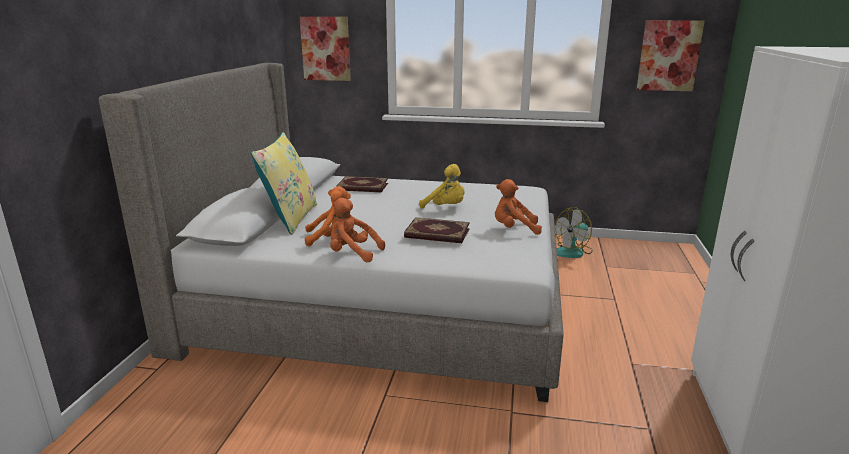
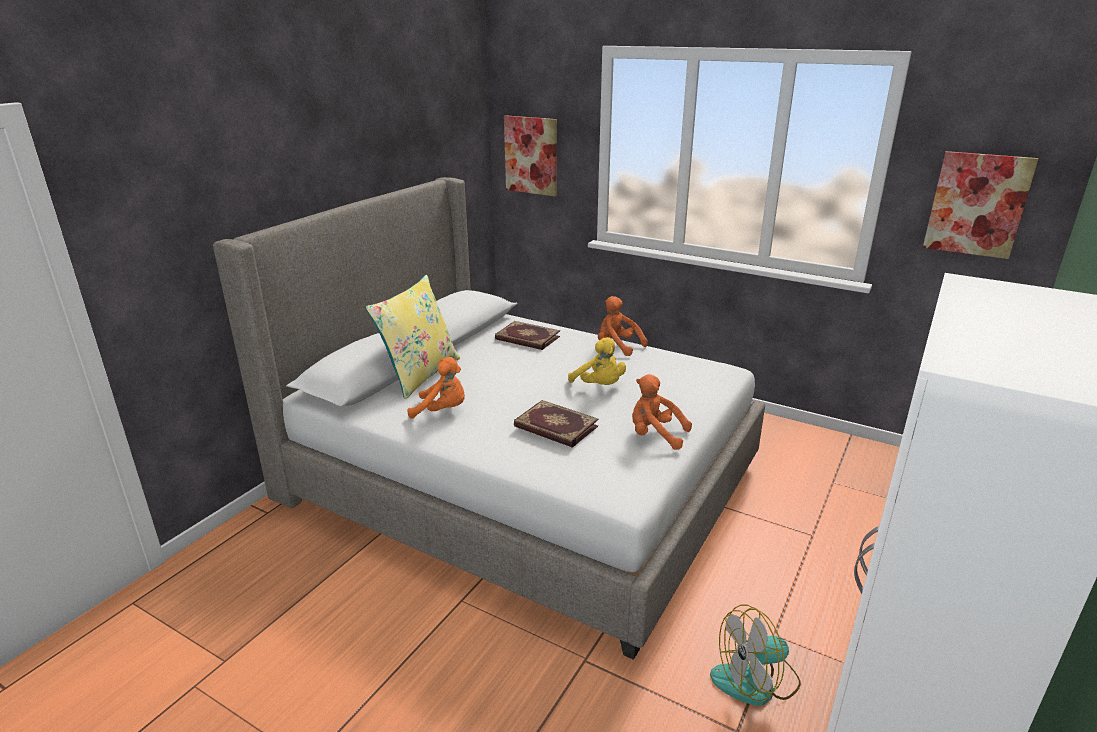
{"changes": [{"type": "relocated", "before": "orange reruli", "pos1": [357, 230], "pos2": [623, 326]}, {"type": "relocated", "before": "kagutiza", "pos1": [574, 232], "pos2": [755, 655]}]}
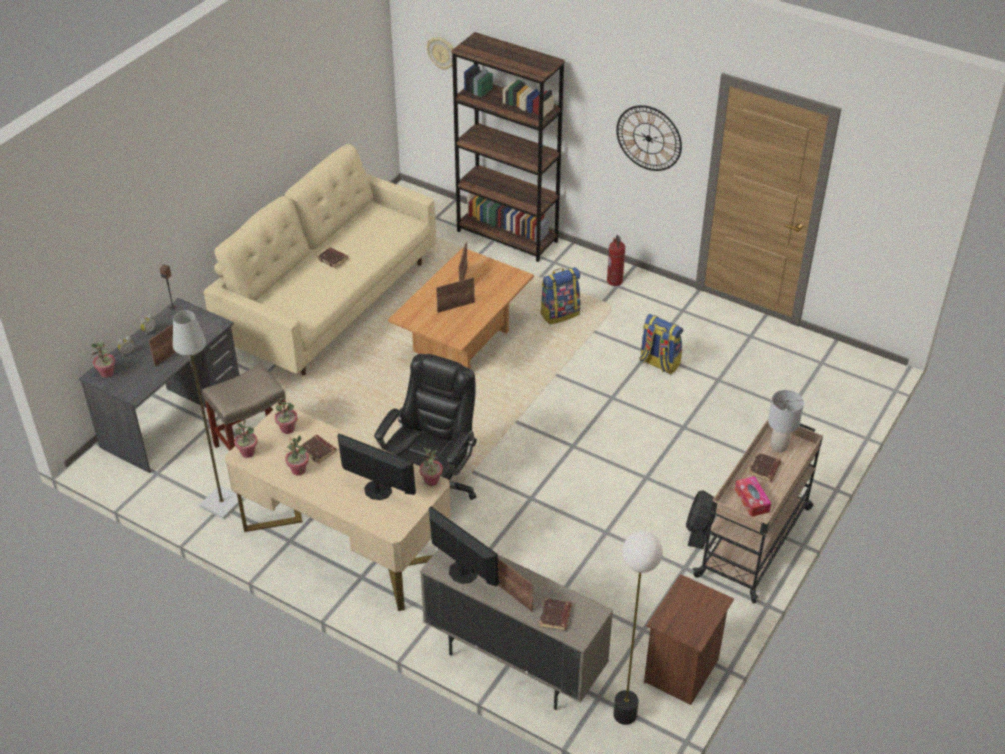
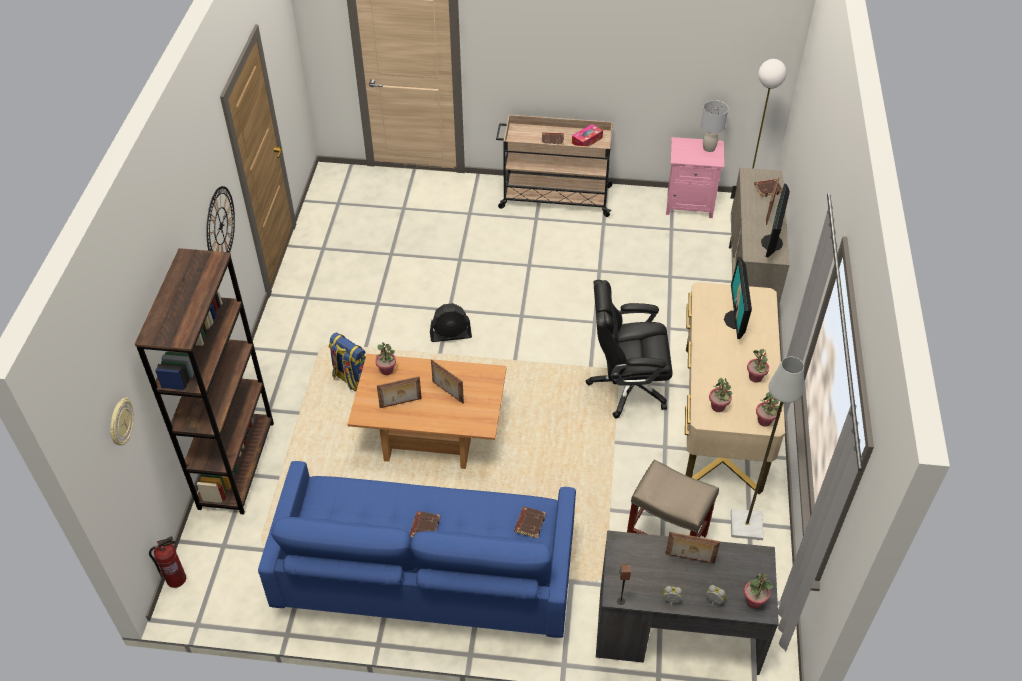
{"changes": [{"type": "colour", "before": "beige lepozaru", "after": "blue lepozaru", "pos1": [320, 259], "pos2": [417, 549]}, {"type": "relocated", "before": "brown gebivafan", "pos1": [318, 449], "pos2": [530, 522]}, {"type": "relocated", "before": "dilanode", "pos1": [431, 466], "pos2": [385, 358]}, {"type": "relocated", "before": "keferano", "pos1": [616, 260], "pos2": [167, 562]}, {"type": "missing", "before": "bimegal", "pos1": [661, 344]}, {"type": "colour", "before": "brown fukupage", "after": "pink fukupage", "pos1": [689, 639], "pos2": [695, 177]}, {"type": "relocated", "before": "black kagutiza", "pos1": [701, 519], "pos2": [451, 322]}, {"type": "relocated", "before": "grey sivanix", "pos1": [786, 421], "pos2": [714, 126]}]}
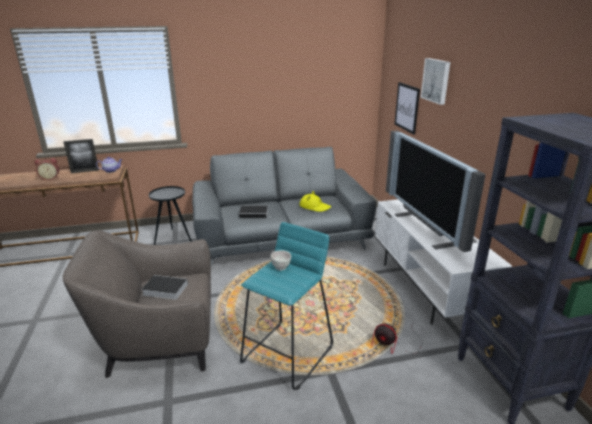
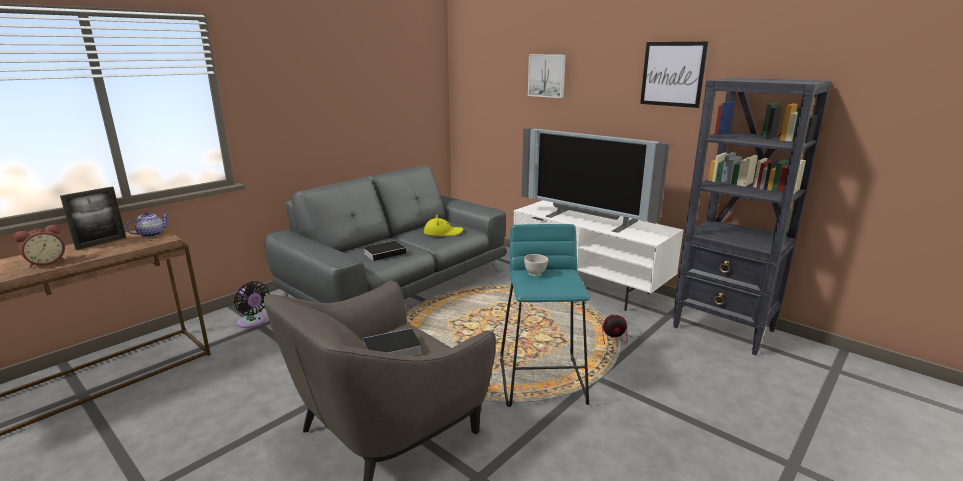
{"changes": [{"type": "exchanged", "before": "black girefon", "after": "black kagutiza", "pos1": [170, 215], "pos2": [252, 304]}, {"type": "relocated", "before": "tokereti", "pos1": [407, 108], "pos2": [674, 75]}]}
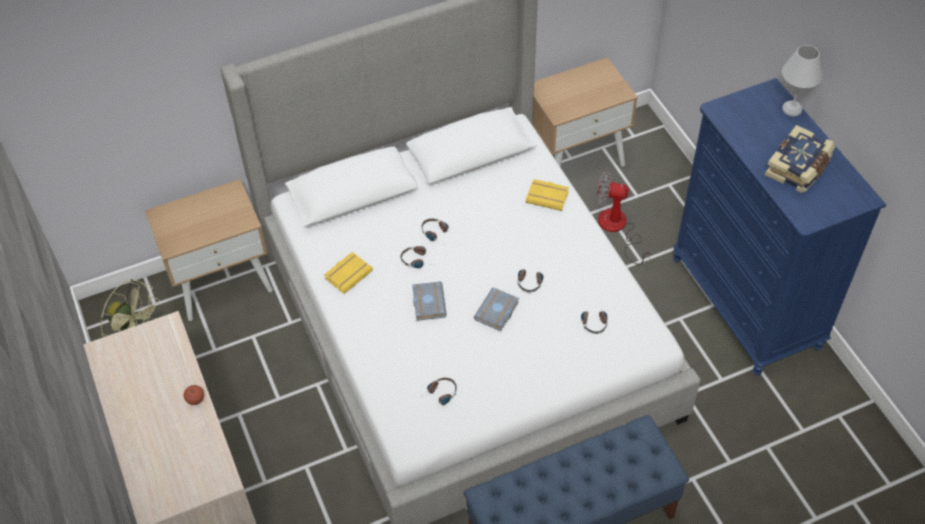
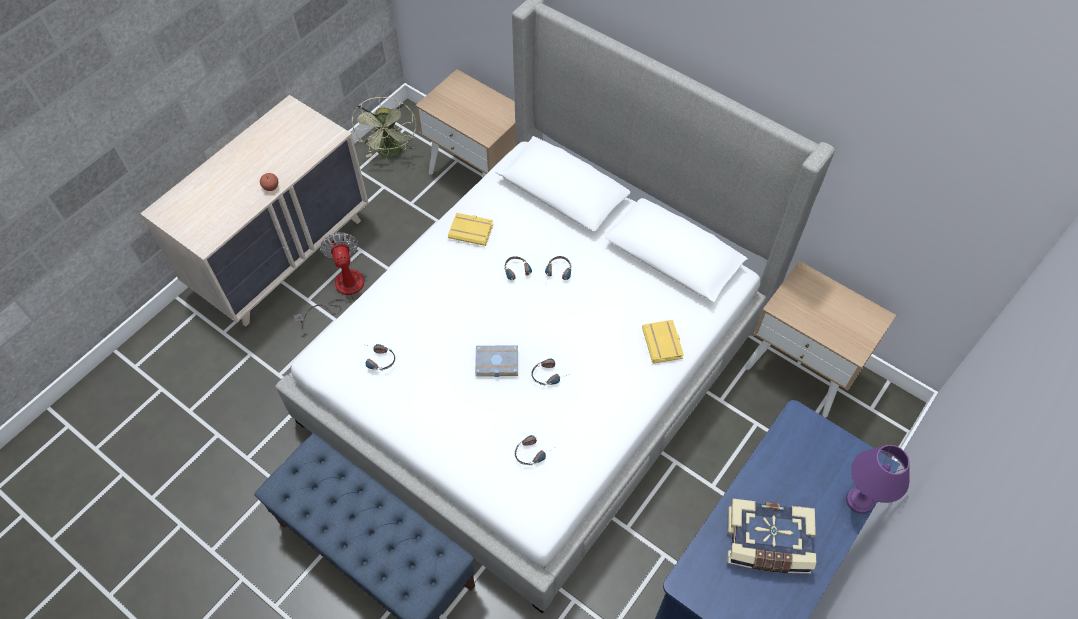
{"changes": [{"type": "missing", "before": "grey gebivafan", "pos1": [429, 301]}, {"type": "relocated", "before": "kagutiza", "pos1": [624, 218], "pos2": [328, 277]}, {"type": "colour", "before": "white sivanix", "after": "purple sivanix", "pos1": [802, 80], "pos2": [878, 479]}]}
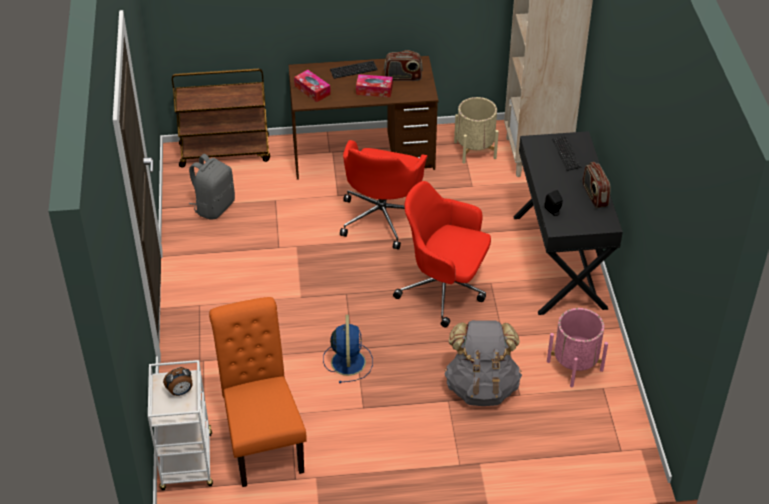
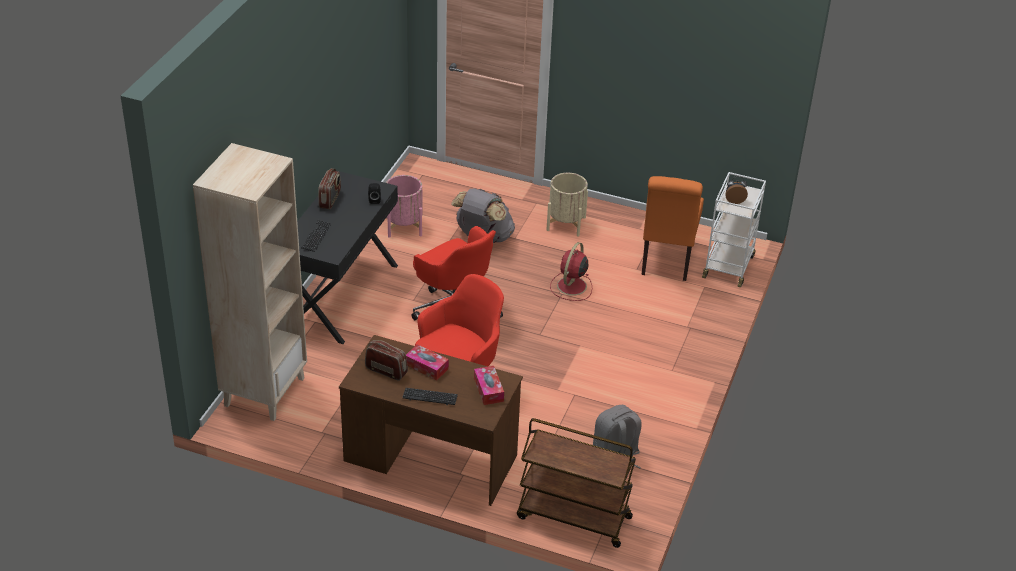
{"changes": [{"type": "colour", "before": "blue kagutiza", "after": "red kagutiza", "pos1": [348, 349], "pos2": [571, 271]}, {"type": "relocated", "before": "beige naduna", "pos1": [476, 130], "pos2": [567, 204]}]}
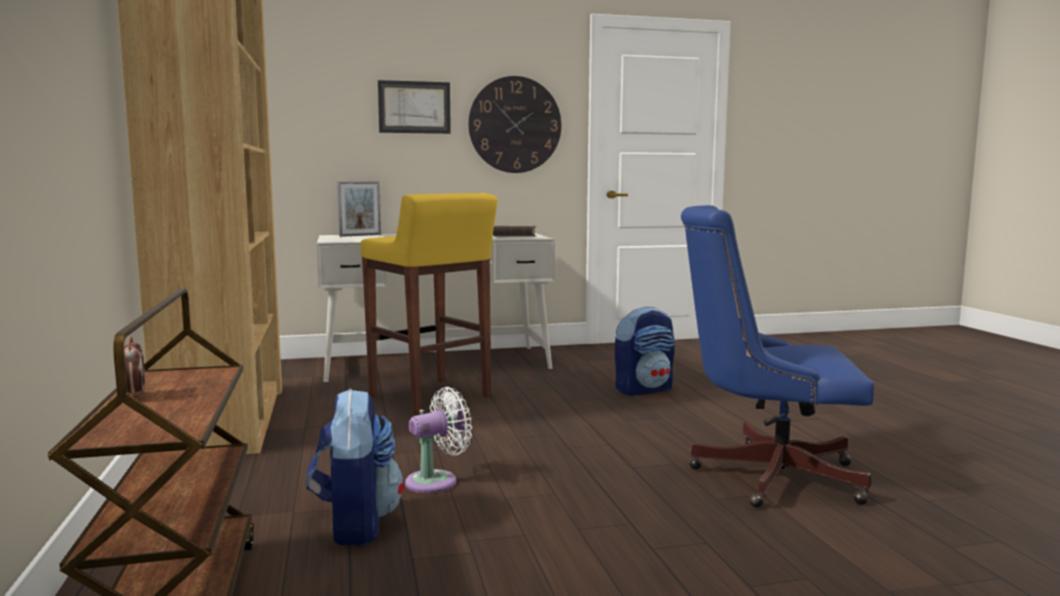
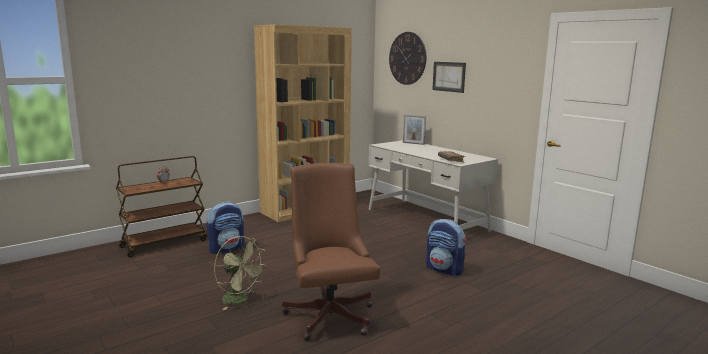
{"changes": [{"type": "missing", "before": "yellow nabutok", "pos1": [429, 304]}, {"type": "missing", "before": "white kagutiza", "pos1": [438, 440]}, {"type": "relocated", "before": "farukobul", "pos1": [514, 124], "pos2": [407, 58]}, {"type": "colour", "before": "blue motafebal", "after": "brown motafebal", "pos1": [777, 356], "pos2": [331, 252]}, {"type": "appeared", "after": "green kagutiza", "pos2": [240, 273]}]}
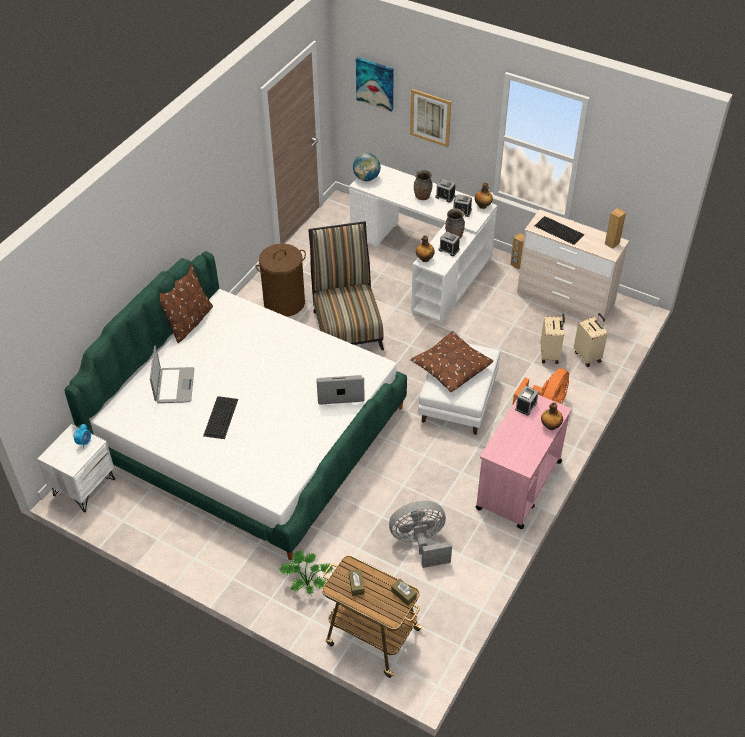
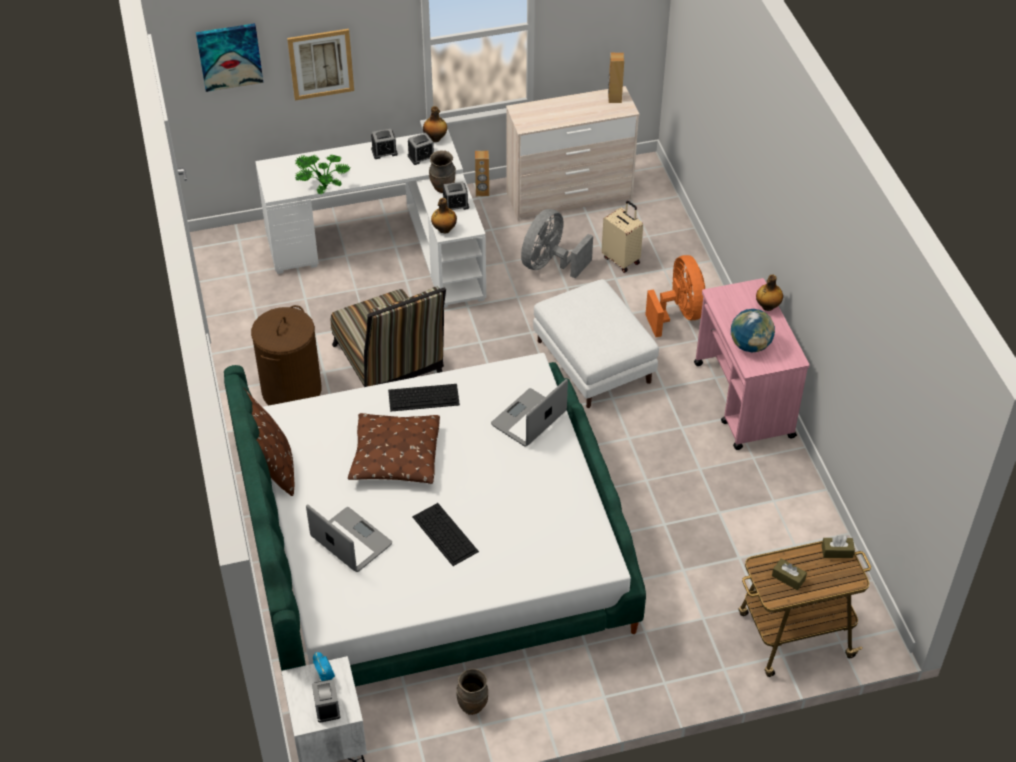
{"changes": [{"type": "relocated", "before": "dilanode", "pos1": [306, 572], "pos2": [323, 174]}, {"type": "spun", "before": "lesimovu", "pos1": [346, 285], "pos2": [388, 337], "turn": -150}, {"type": "relocated", "before": "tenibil", "pos1": [367, 167], "pos2": [753, 330]}, {"type": "relocated", "before": "grey kagutiza", "pos1": [420, 534], "pos2": [557, 244]}, {"type": "relocated", "before": "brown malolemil", "pos1": [452, 361], "pos2": [394, 448]}, {"type": "relocated", "before": "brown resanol", "pos1": [423, 185], "pos2": [472, 692]}, {"type": "relocated", "before": "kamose", "pos1": [527, 401], "pos2": [326, 701]}, {"type": "relocated", "before": "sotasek", "pos1": [559, 230], "pos2": [424, 398]}, {"type": "missing", "before": "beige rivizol", "pos1": [591, 340]}]}
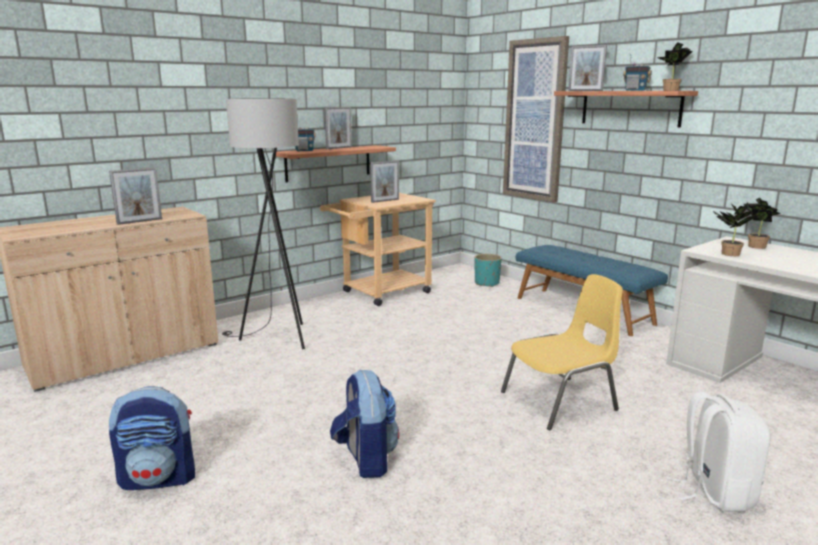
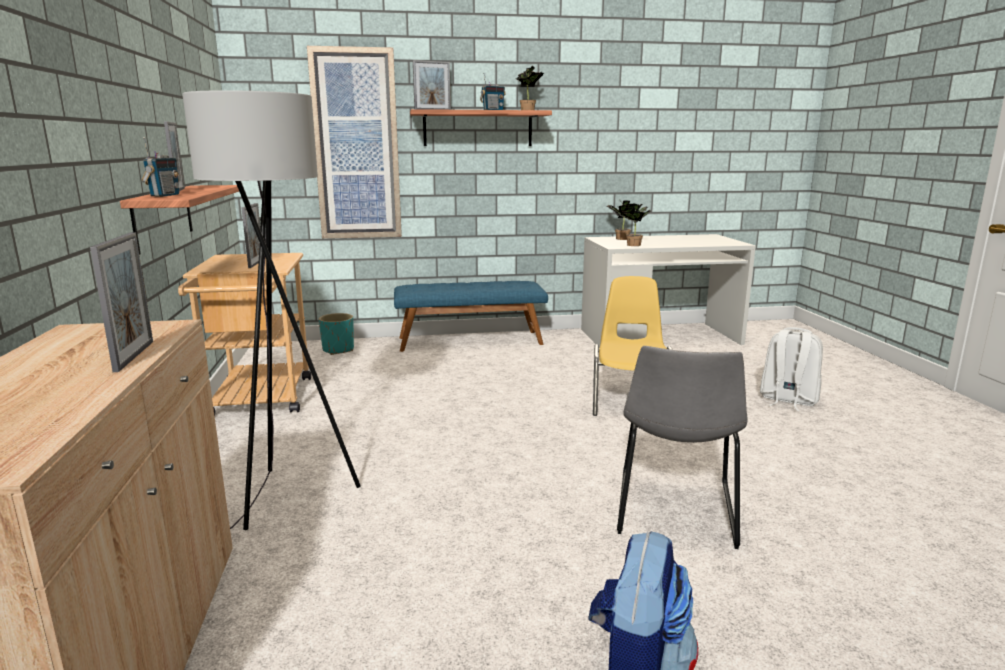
{"changes": [{"type": "exchanged", "before": "bimegal", "after": "grey lesimovu", "pos1": [364, 424], "pos2": [682, 447]}]}
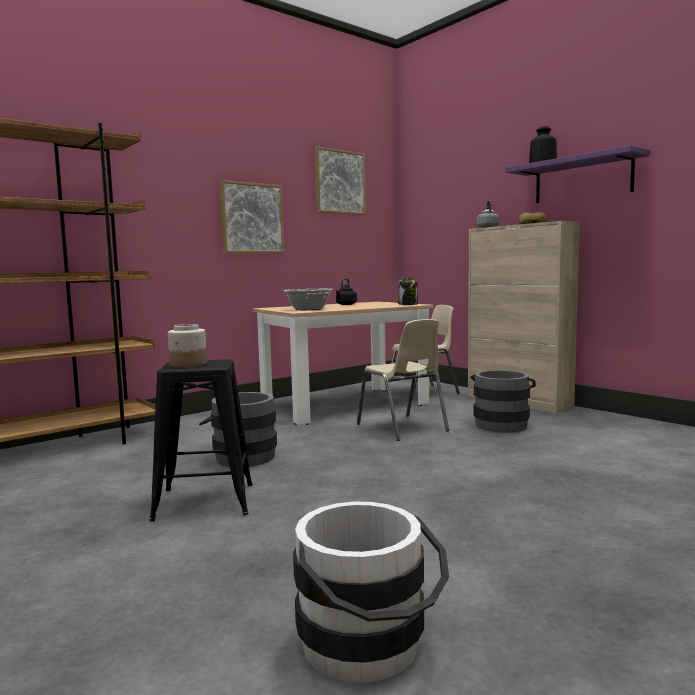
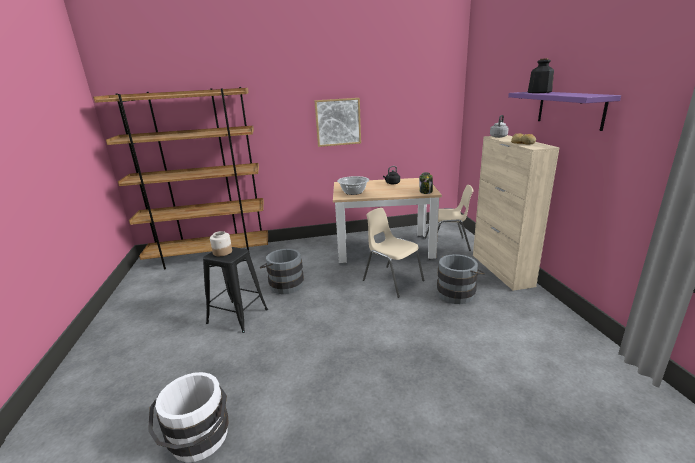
{"changes": [{"type": "missing", "before": "tokereti", "pos1": [340, 180]}, {"type": "spun", "before": "beige lesimovu", "pos1": [403, 380], "pos2": [394, 253], "turn": 135}]}
